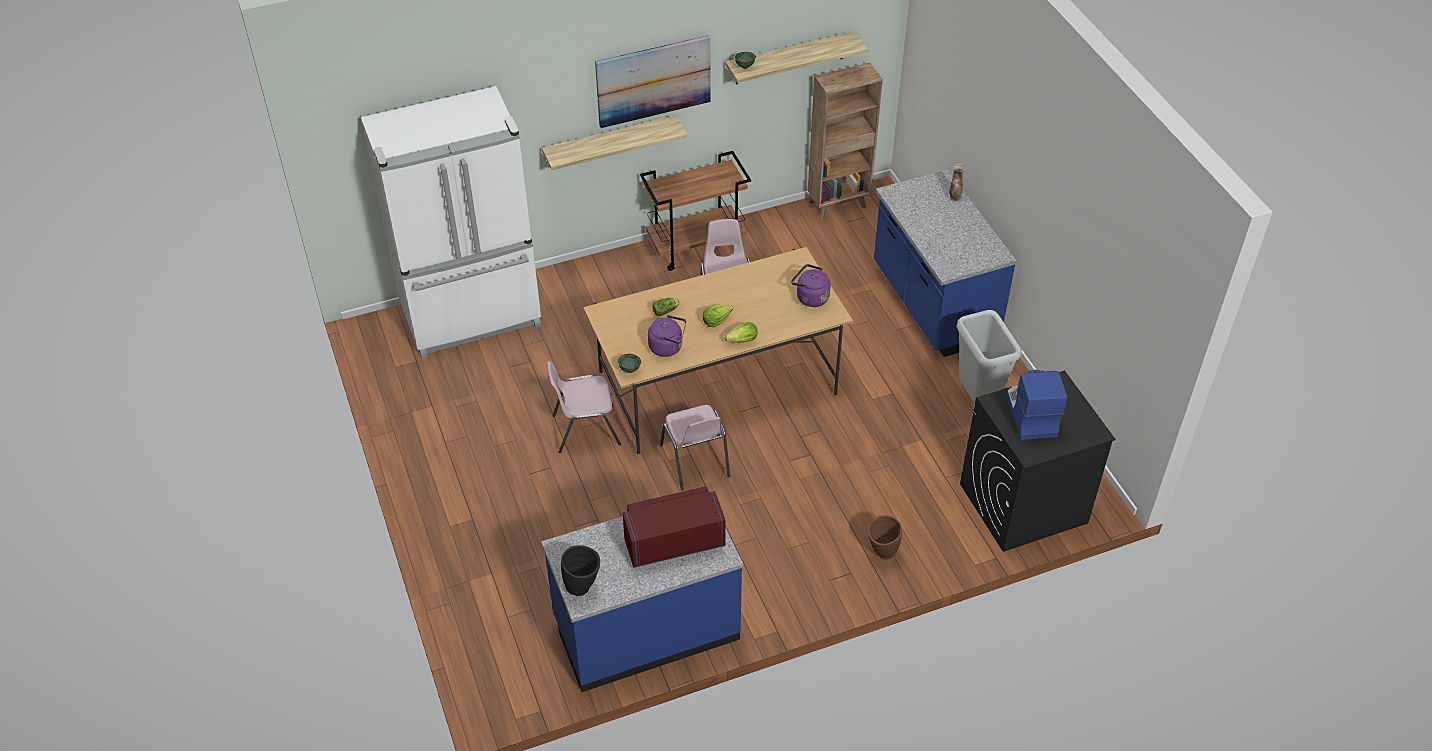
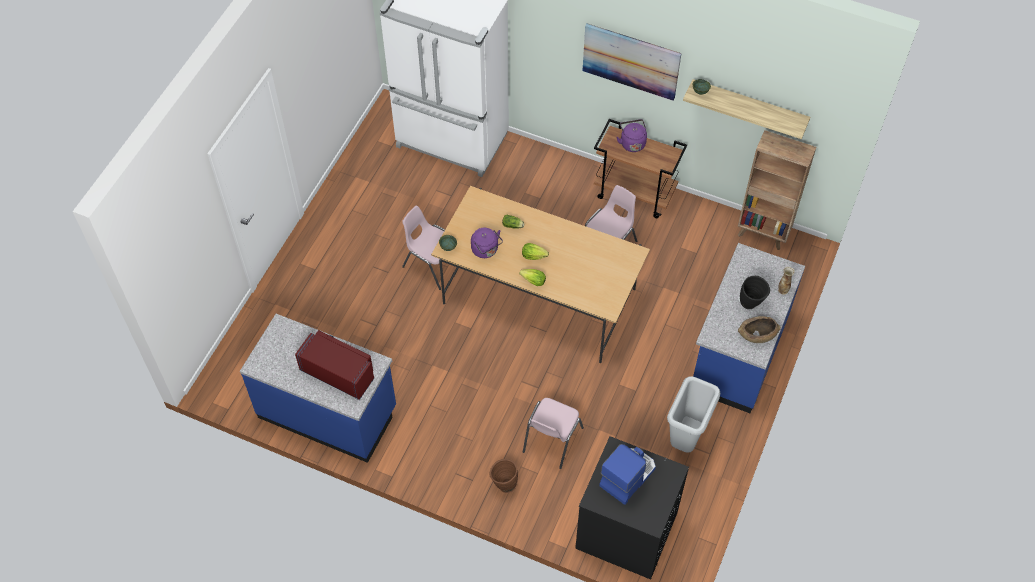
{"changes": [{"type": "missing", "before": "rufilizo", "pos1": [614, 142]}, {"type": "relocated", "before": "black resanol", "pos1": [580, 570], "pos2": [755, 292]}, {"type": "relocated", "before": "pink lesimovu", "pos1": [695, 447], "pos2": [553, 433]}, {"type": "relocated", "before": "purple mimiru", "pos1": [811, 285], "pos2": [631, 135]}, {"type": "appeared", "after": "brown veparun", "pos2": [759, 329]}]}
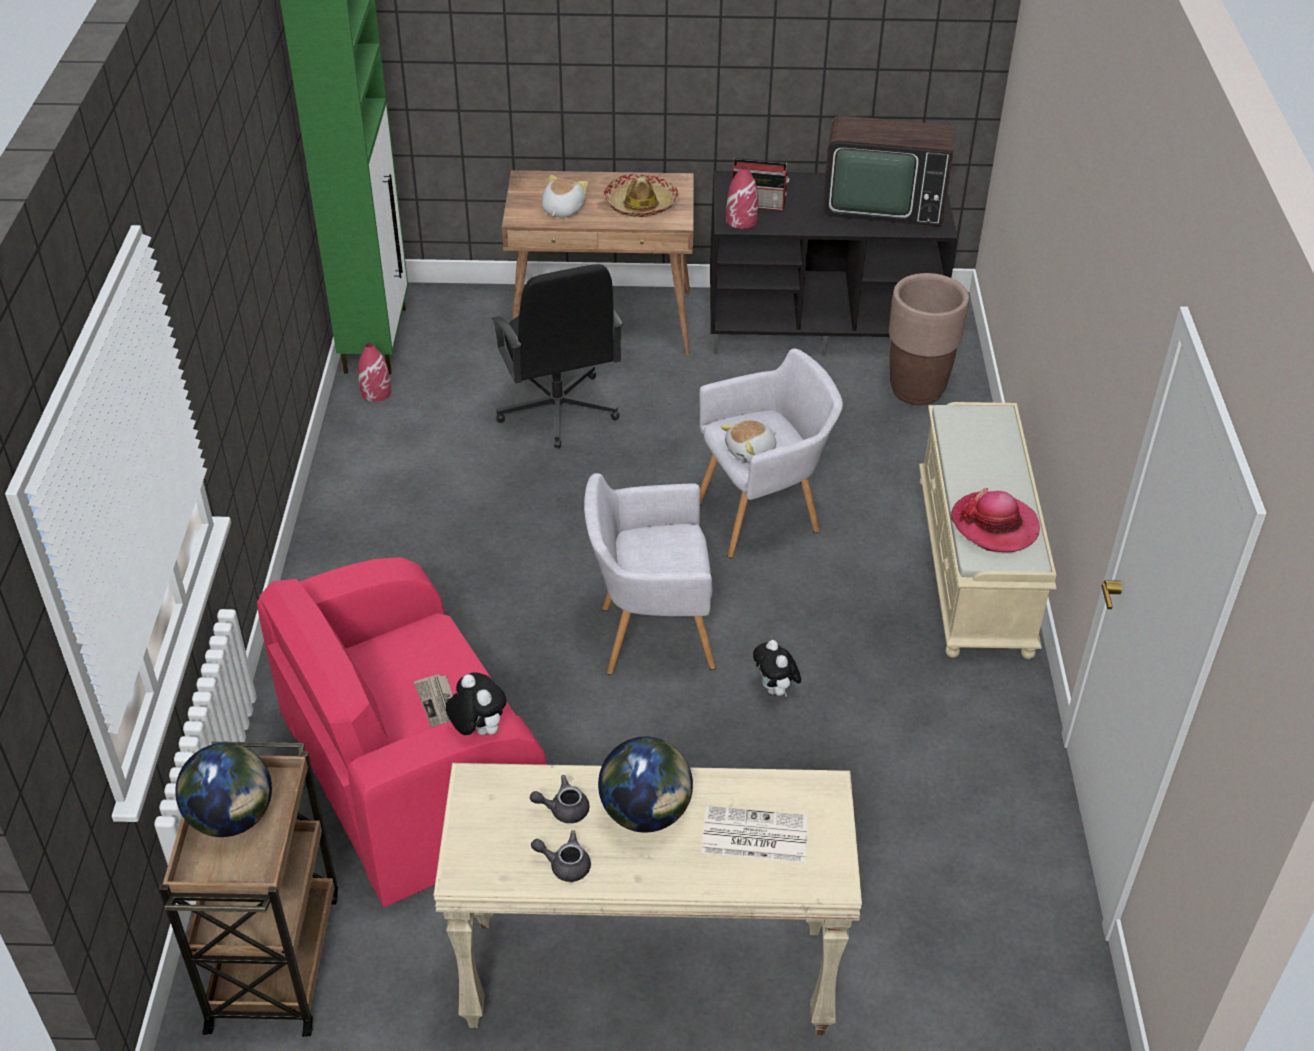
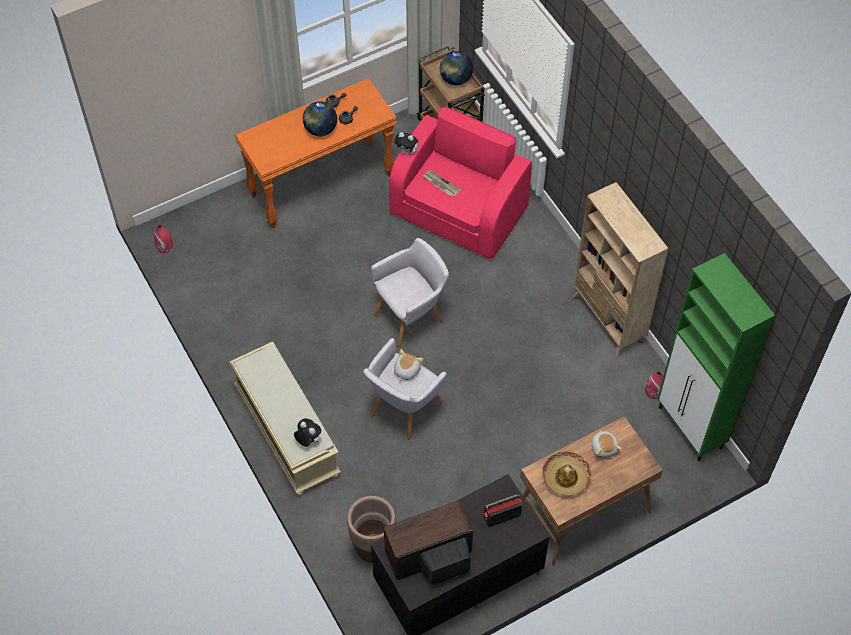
{"changes": [{"type": "colour", "before": "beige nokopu", "after": "orange nokopu", "pos1": [647, 899], "pos2": [316, 153]}, {"type": "missing", "before": "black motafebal", "pos1": [557, 356]}, {"type": "missing", "before": "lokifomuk", "pos1": [754, 834]}, {"type": "relocated", "before": "red resanol", "pos1": [742, 197], "pos2": [163, 239]}, {"type": "relocated", "before": "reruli", "pos1": [777, 668], "pos2": [307, 432]}, {"type": "missing", "before": "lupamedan", "pos1": [995, 520]}, {"type": "appeared", "after": "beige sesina", "pos2": [621, 269]}]}
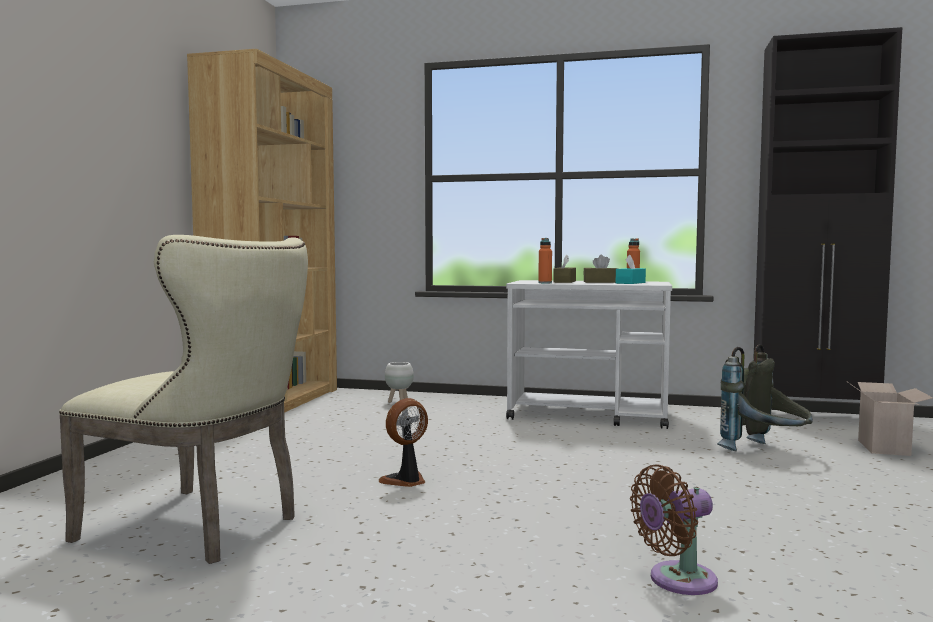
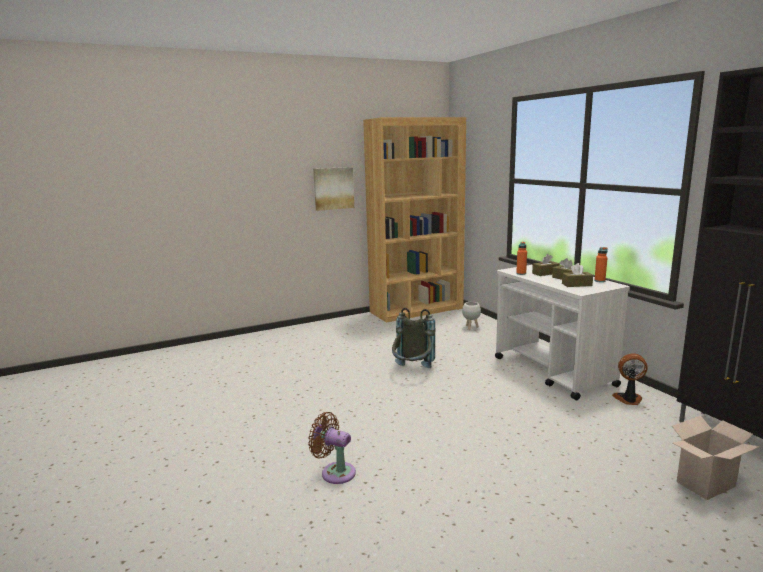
{"changes": [{"type": "missing", "before": "beige lesimovu", "pos1": [183, 399]}, {"type": "relocated", "before": "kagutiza", "pos1": [403, 442], "pos2": [630, 379]}, {"type": "colour", "before": "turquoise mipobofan", "after": "brown mipobofan", "pos1": [631, 269], "pos2": [577, 275]}, {"type": "relocated", "before": "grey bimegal", "pos1": [765, 397], "pos2": [414, 338]}, {"type": "appeared", "after": "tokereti", "pos2": [333, 189]}]}
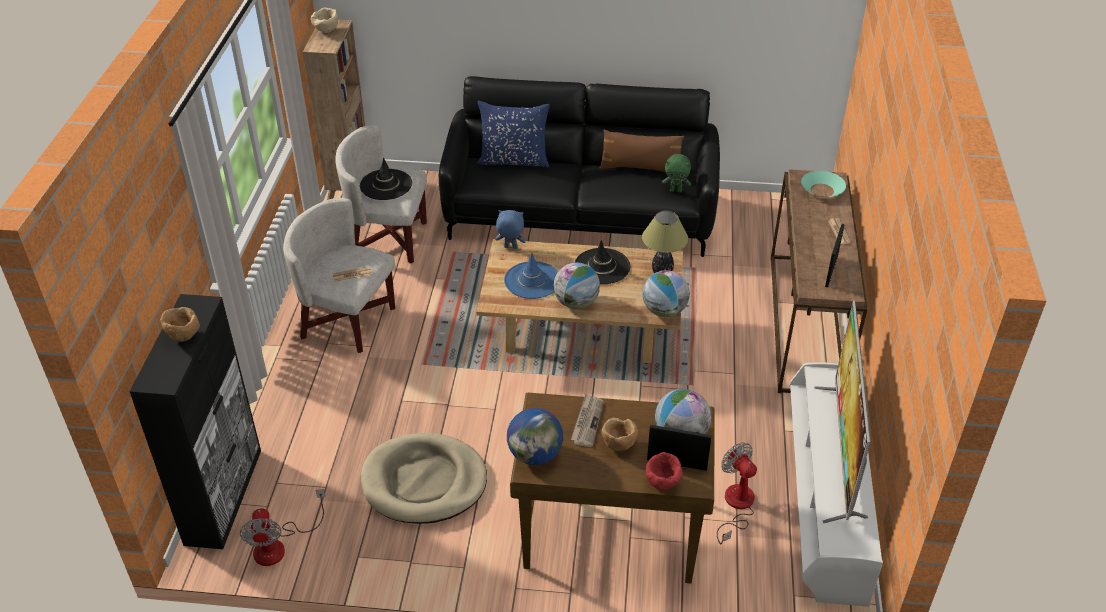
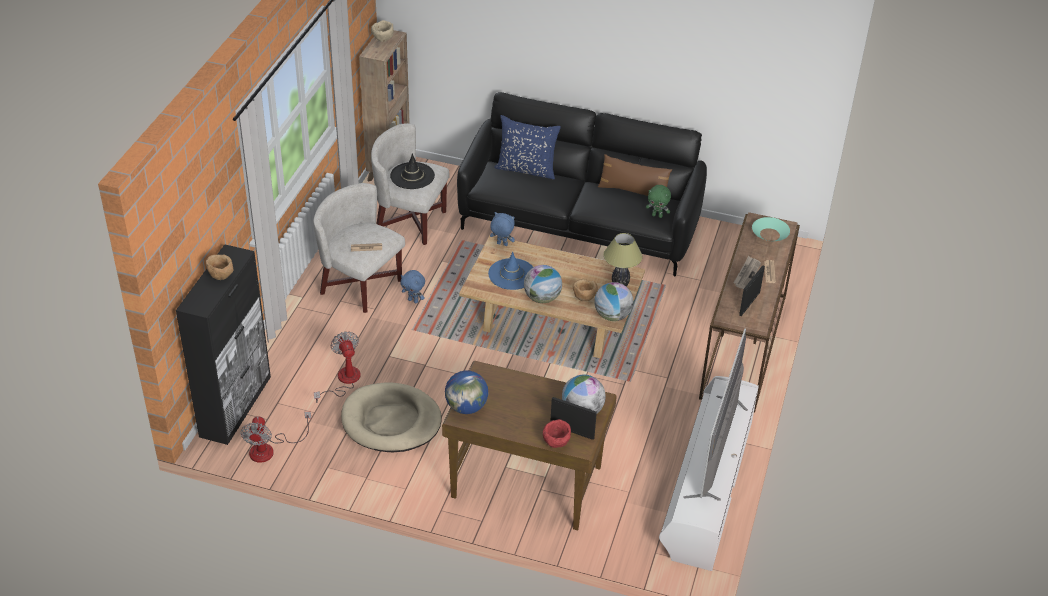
{"changes": [{"type": "relocated", "before": "lokifomuk", "pos1": [587, 420], "pos2": [747, 272]}, {"type": "missing", "before": "black lupamedan", "pos1": [602, 262]}, {"type": "relocated", "before": "brown veparun", "pos1": [620, 434], "pos2": [585, 290]}, {"type": "relocated", "before": "kagutiza", "pos1": [737, 493], "pos2": [337, 367]}, {"type": "appeared", "after": "blue reruli", "pos2": [412, 286]}]}
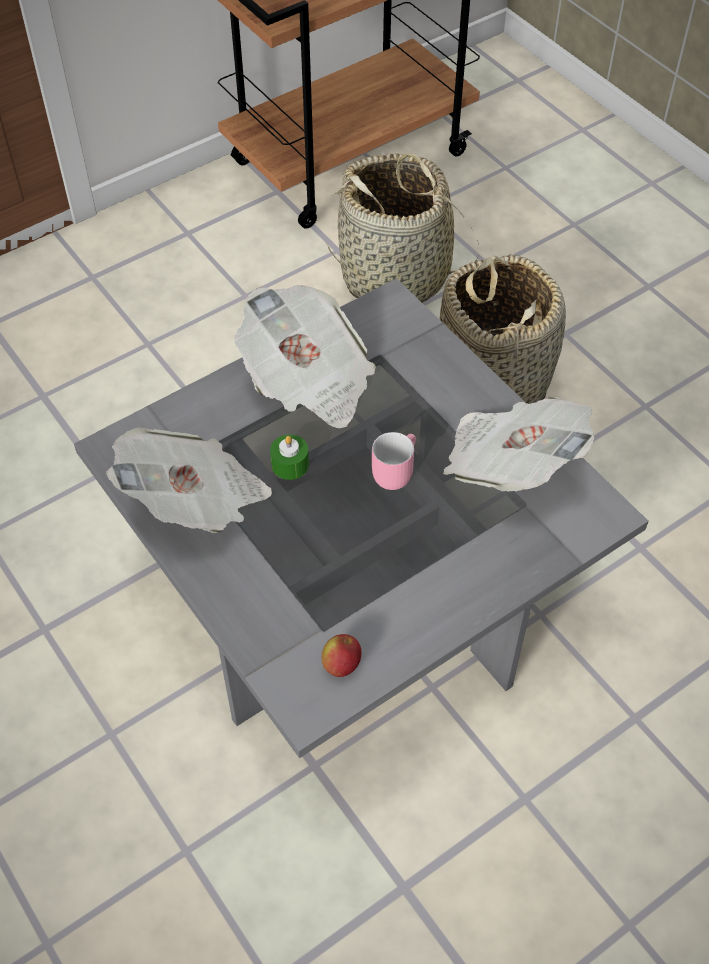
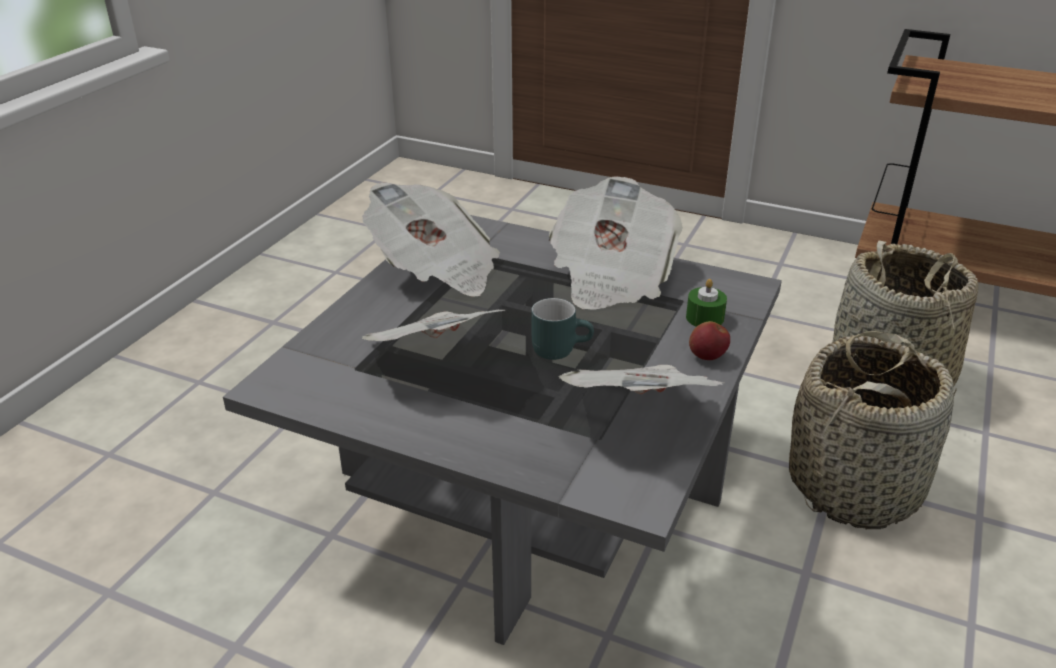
{"changes": [{"type": "relocated", "before": "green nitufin", "pos1": [289, 457], "pos2": [706, 303]}, {"type": "relocated", "before": "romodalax", "pos1": [342, 655], "pos2": [709, 340]}, {"type": "colour", "before": "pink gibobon", "after": "turquoise gibobon", "pos1": [394, 461], "pos2": [563, 329]}, {"type": "appeared", "after": "lokifomuk", "pos2": [434, 325]}]}
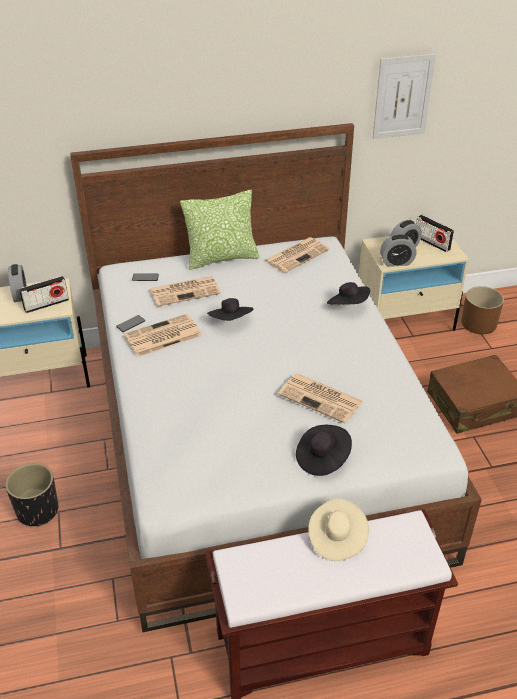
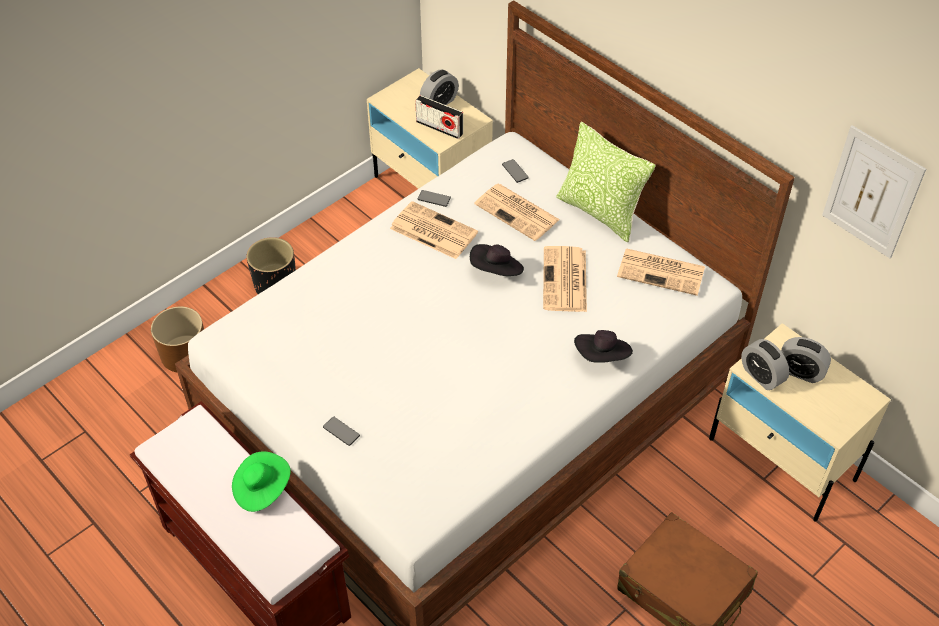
{"changes": [{"type": "relocated", "before": "lokifomuk", "pos1": [320, 398], "pos2": [565, 279]}, {"type": "exchanged", "before": "black lupamedan", "after": "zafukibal", "pos1": [324, 450], "pos2": [341, 431]}, {"type": "colour", "before": "beige lupamedan", "after": "green lupamedan", "pos1": [338, 529], "pos2": [261, 481]}, {"type": "missing", "before": "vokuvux", "pos1": [435, 233]}, {"type": "relocated", "before": "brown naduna", "pos1": [482, 310], "pos2": [177, 339]}]}
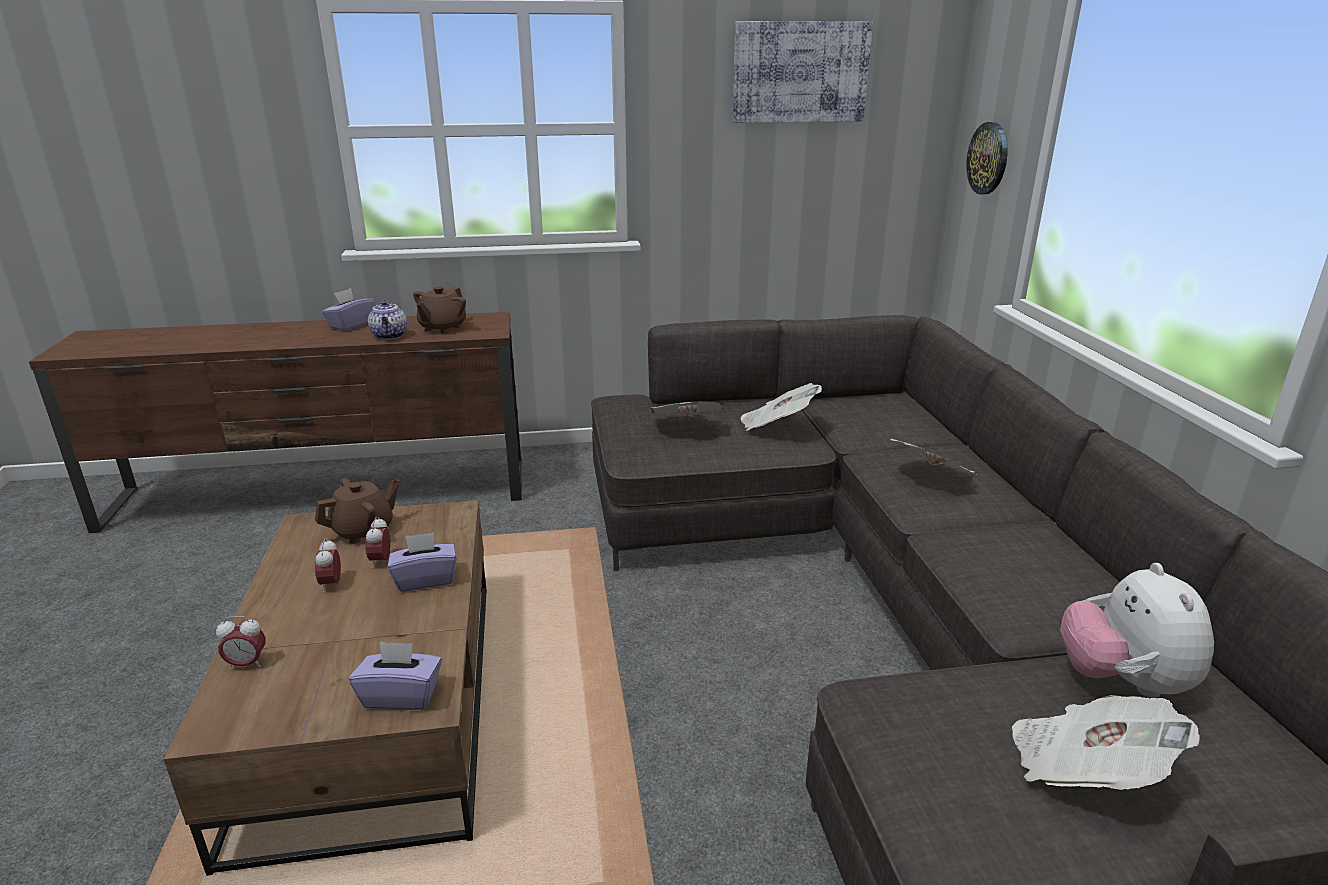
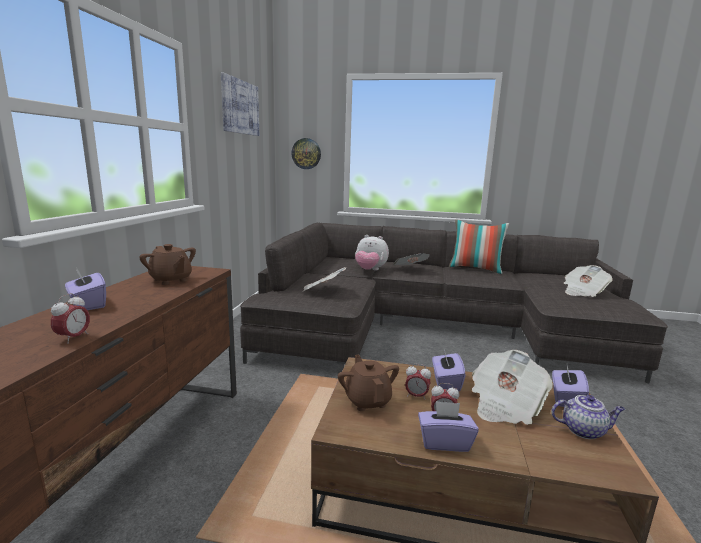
{"changes": [{"type": "relocated", "before": "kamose", "pos1": [241, 643], "pos2": [70, 318]}, {"type": "relocated", "before": "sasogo", "pos1": [387, 320], "pos2": [588, 417]}, {"type": "relocated", "before": "lokifomuk", "pos1": [781, 407], "pos2": [512, 387]}, {"type": "relocated", "before": "reruli", "pos1": [1137, 630], "pos2": [372, 253]}, {"type": "appeared", "after": "purple mipobofan", "pos2": [448, 426]}, {"type": "appeared", "after": "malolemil", "pos2": [479, 246]}]}
